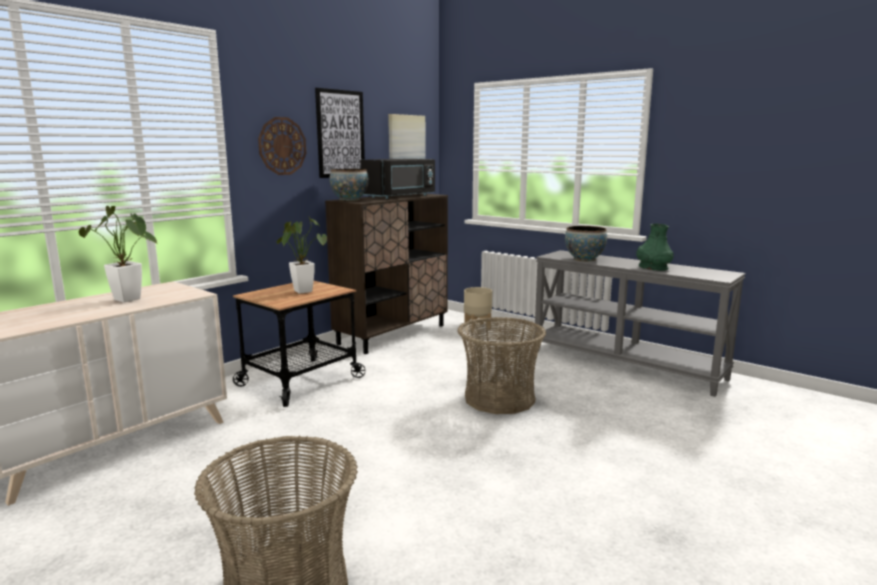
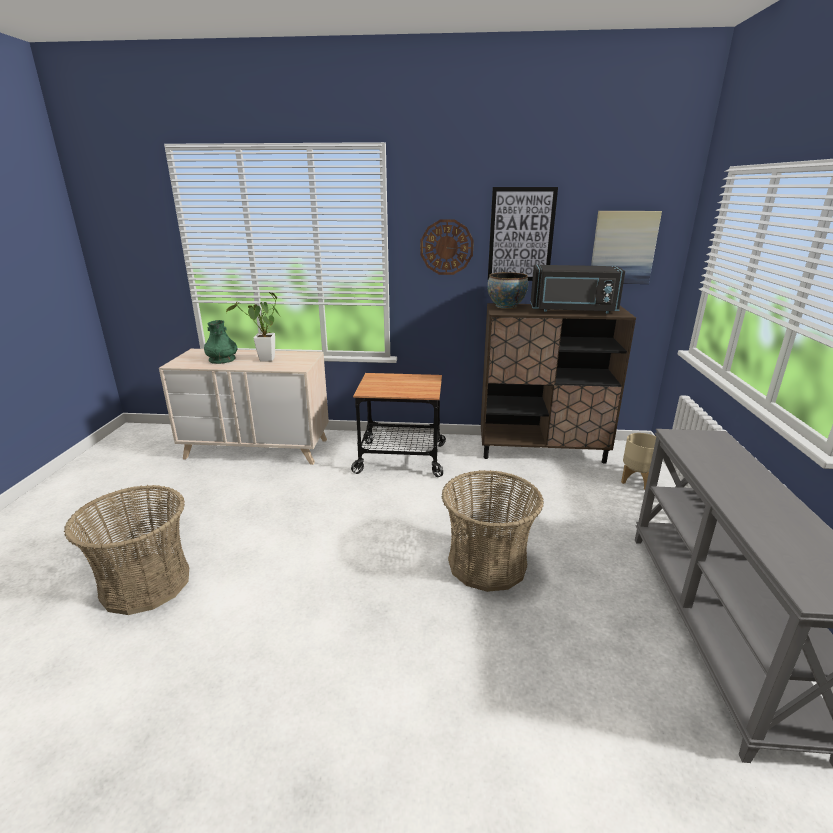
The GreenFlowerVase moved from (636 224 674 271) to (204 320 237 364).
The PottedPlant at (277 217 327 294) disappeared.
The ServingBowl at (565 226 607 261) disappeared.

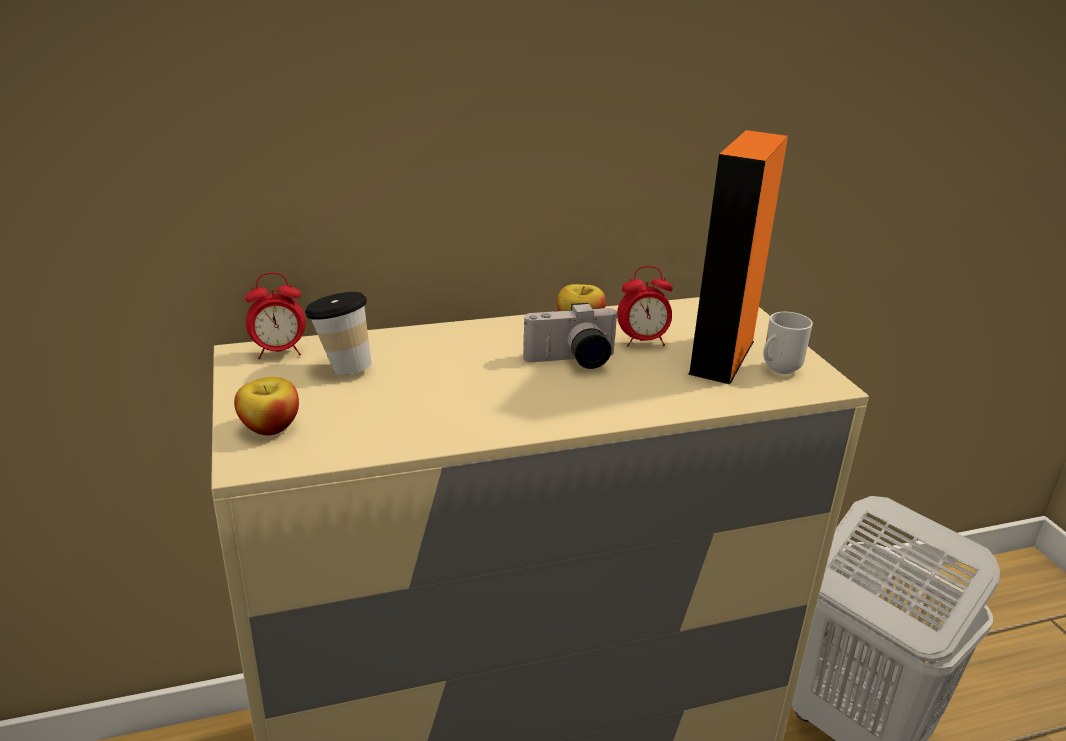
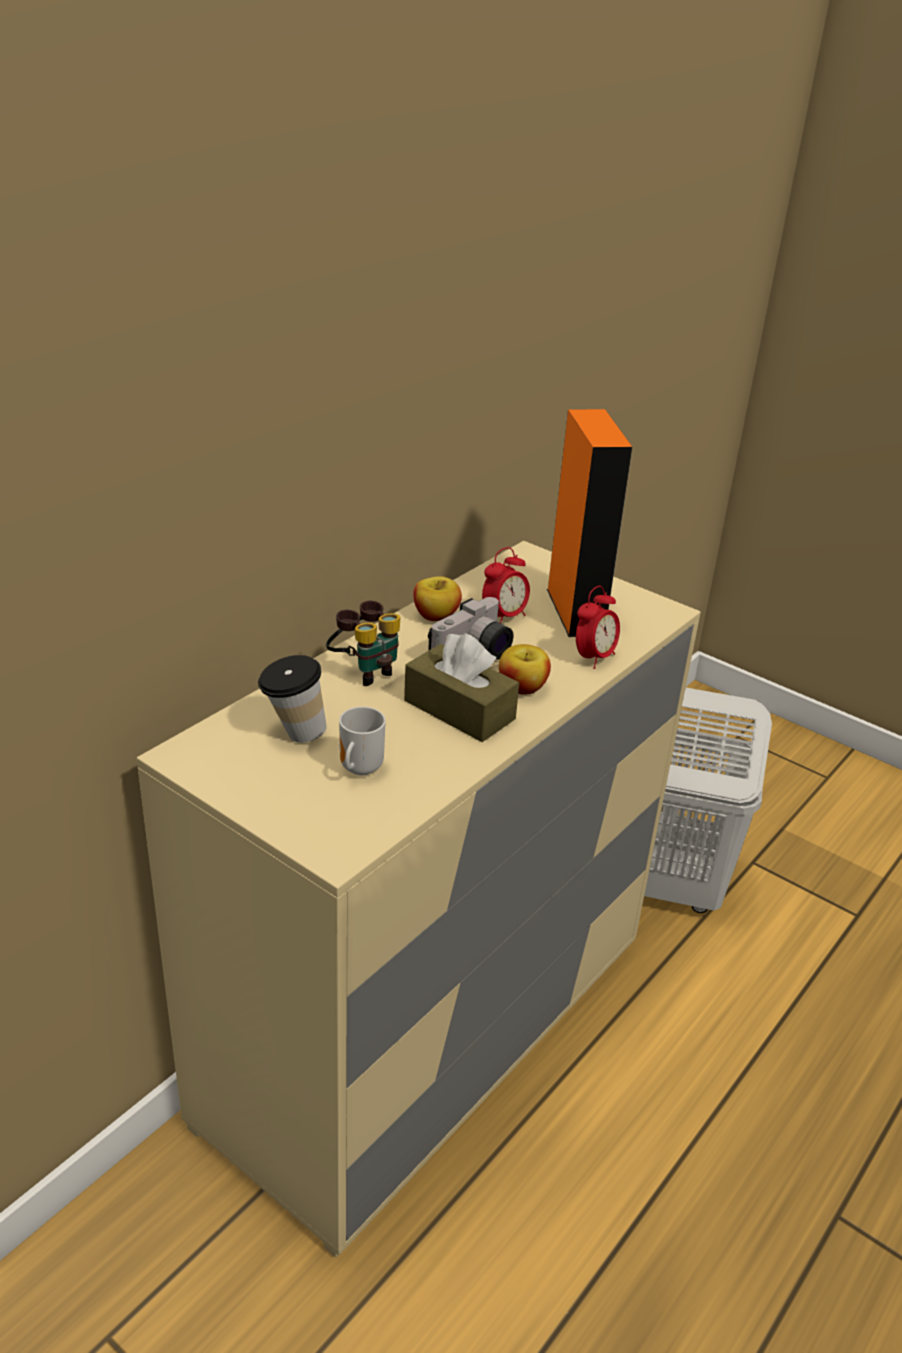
The PairOfBinoculars at (326 601 400 686) appeared.
The CoffeeMug moved from (763 312 813 374) to (339 707 386 775).
The BrownBoxOfTissues at (404 633 519 742) appeared.
The Apple moved from (234 377 299 435) to (499 644 551 695).
The AlarmClock moved from (245 273 306 359) to (576 586 620 669).

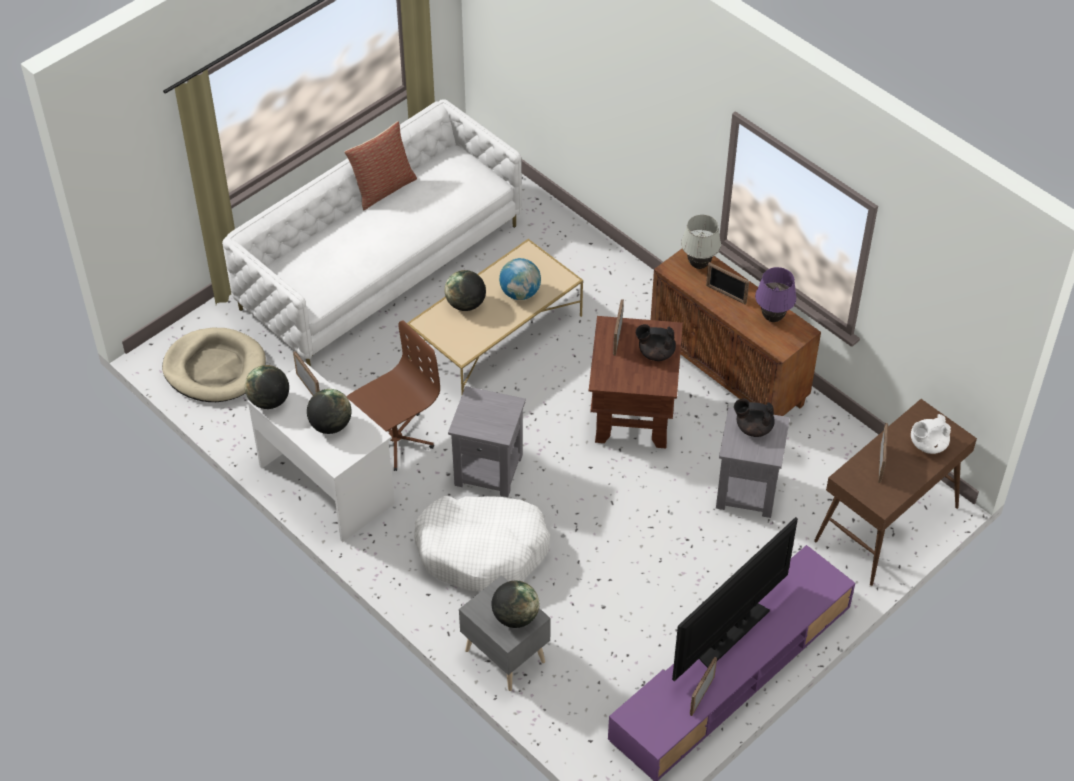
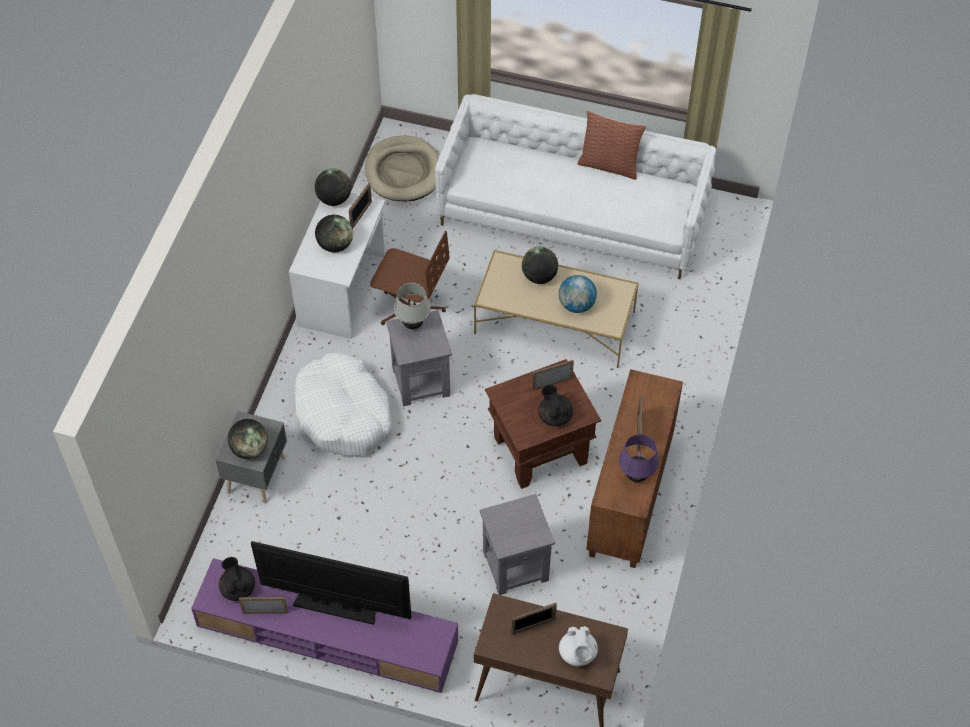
The BlackColouredPotForTea moved from (734 398 775 437) to (219 557 255 601).
The WhiteColouredTabletopLamp moved from (681 214 721 269) to (394 283 431 329).
The WhiteColouredPotForTea at (911 414 951 454) turned 135 degrees counterclockwise.

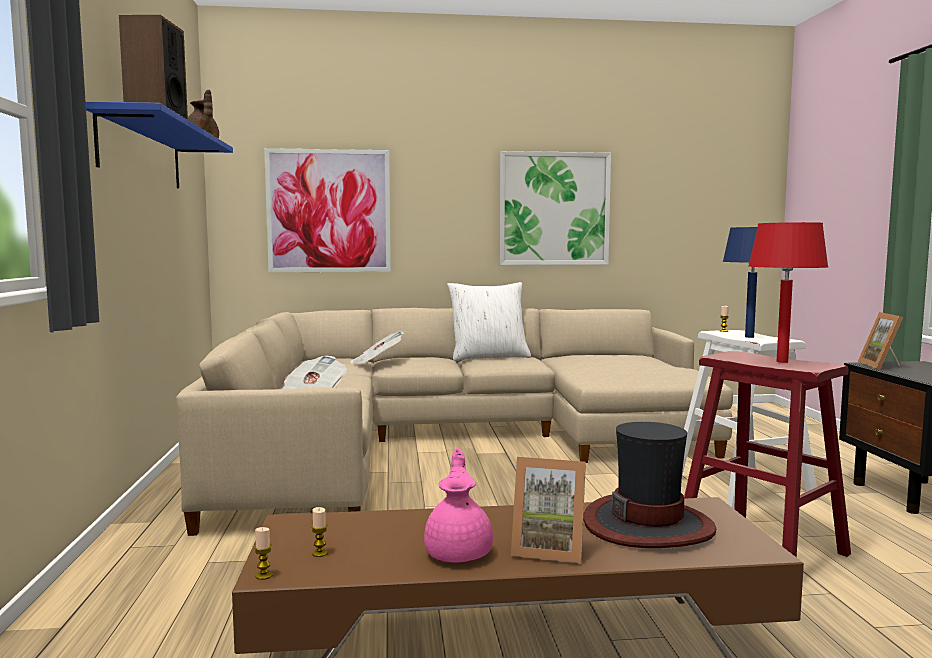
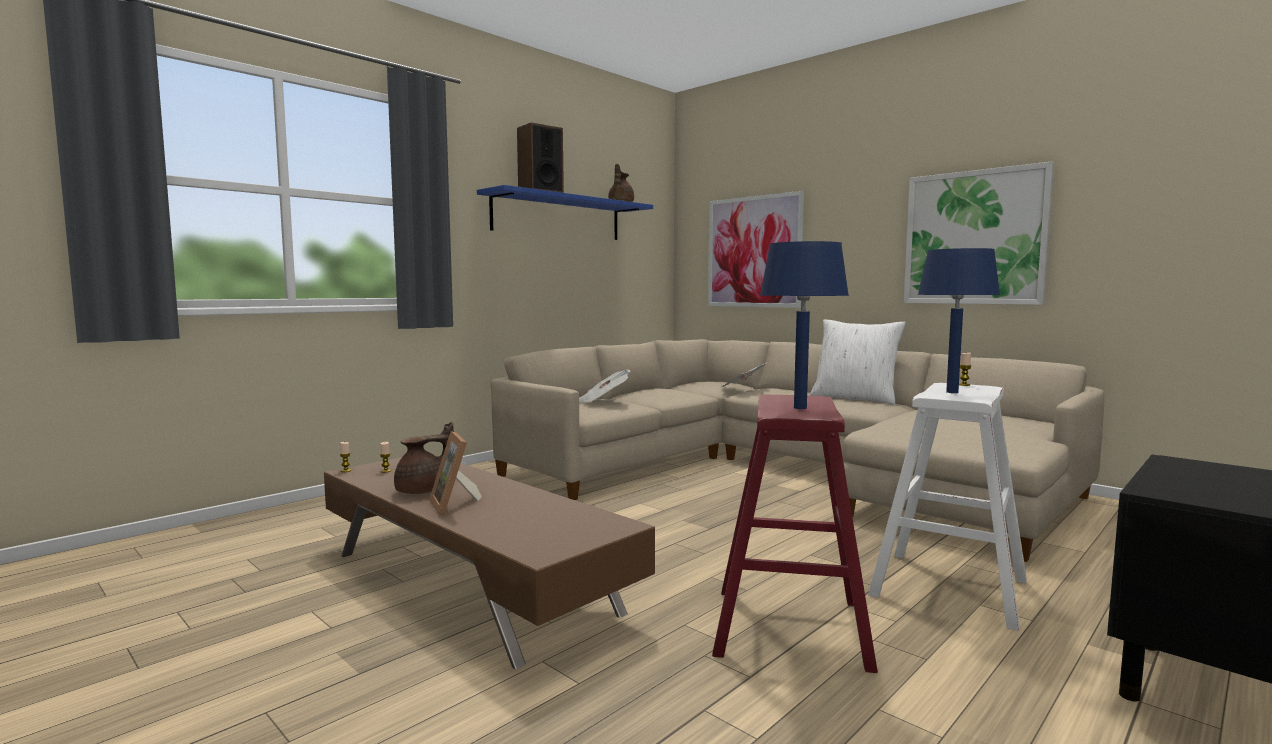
The PinkishPotForTea at (424 448 493 563) became the BrownPotForTea at (394 422 454 494).
The RedColouredTabletopLamp at (748 222 828 363) became the BluishTabletopLamp at (760 241 849 409).
The WearableHat at (583 422 716 548) disappeared.
The PhotoFrame at (858 312 903 369) disappeared.

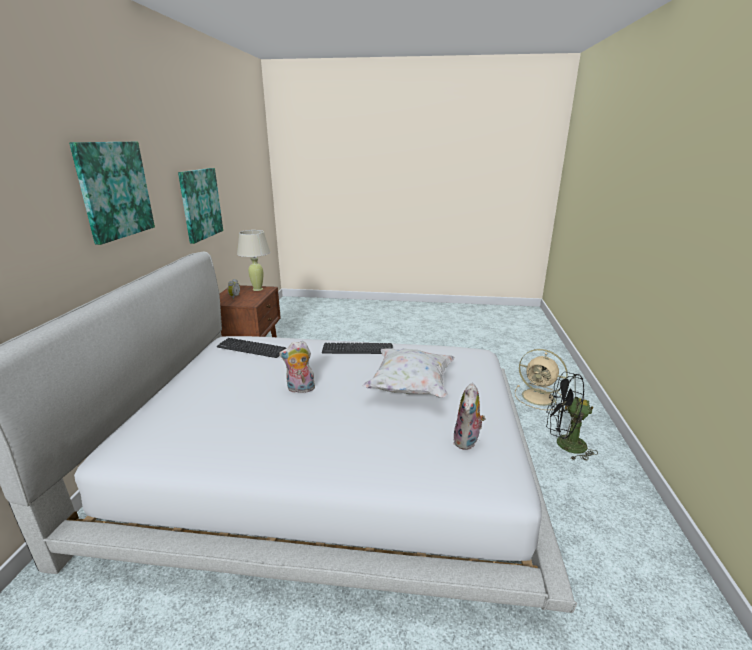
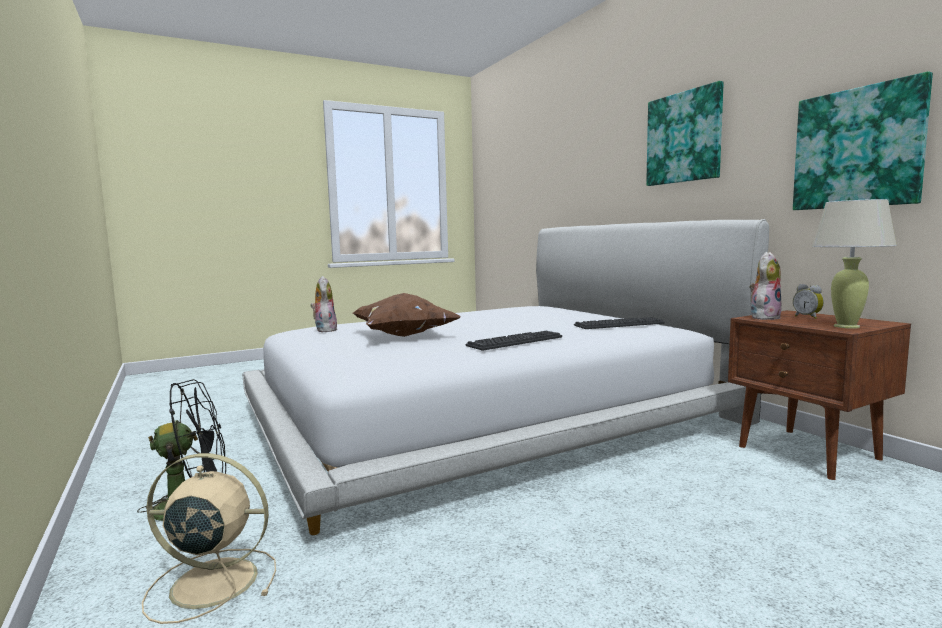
The WhiteColouredCushion at (362 348 455 398) became the BrownCushion at (352 293 460 337).
The SoftToy moved from (279 341 316 393) to (749 252 781 320).

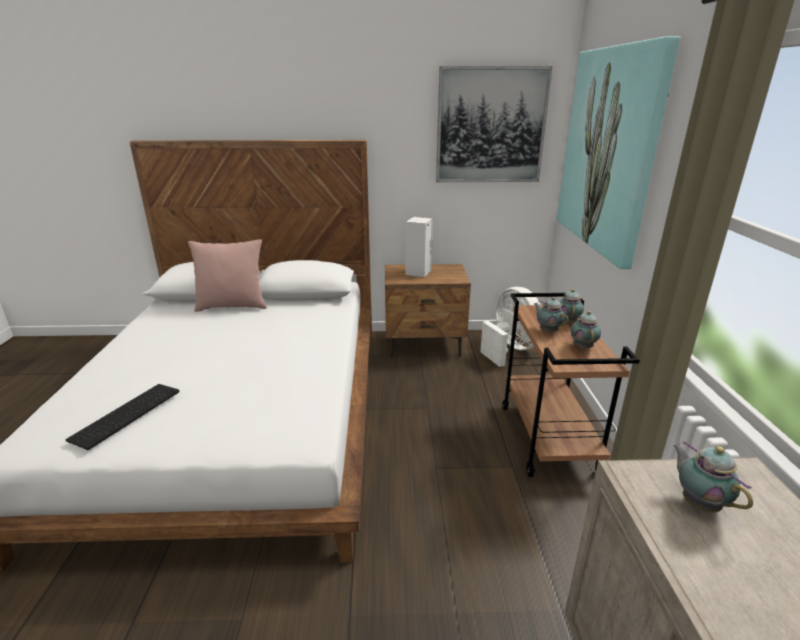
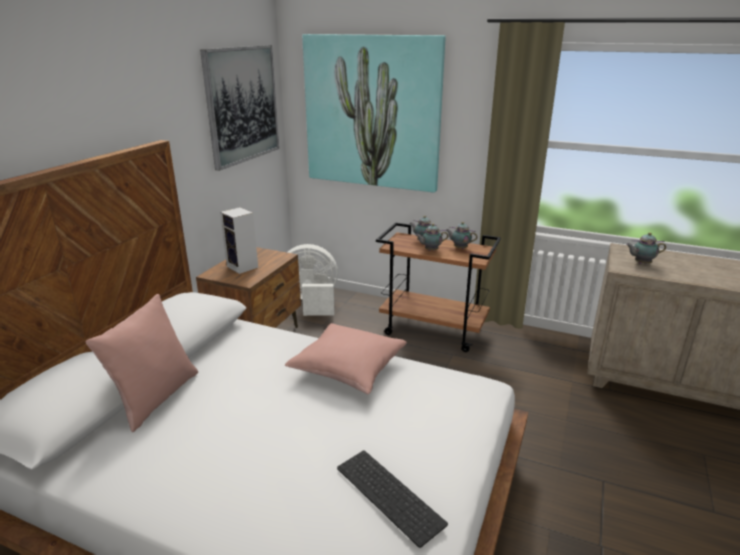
The PinkishCushion at (285 323 407 395) appeared.

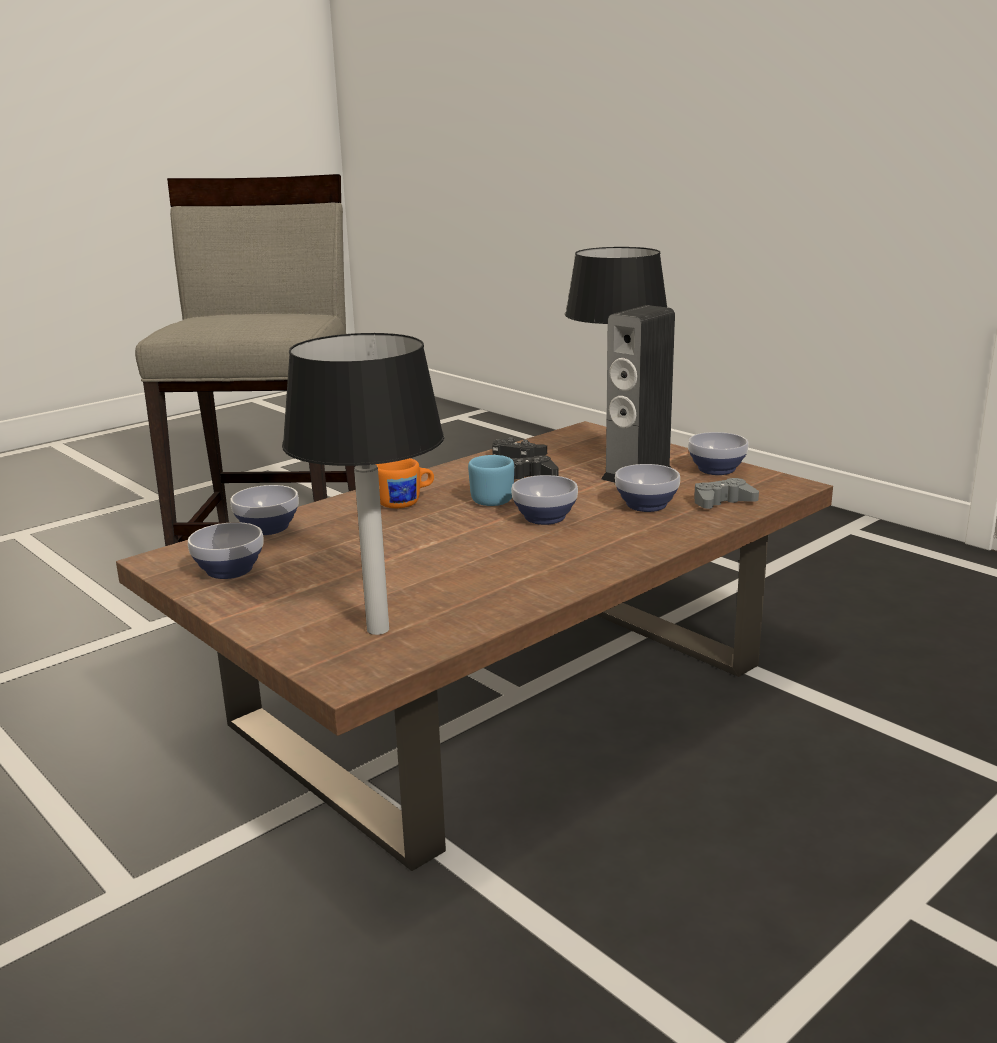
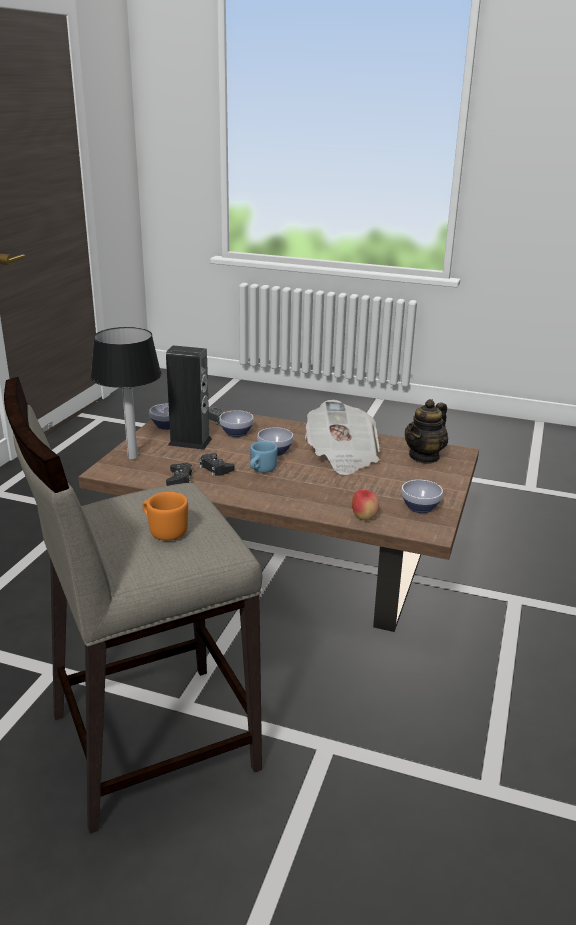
The OrangeColouredCoffeeMug moved from (376 458 434 508) to (142 492 188 541).
The Newspaper at (305 400 380 475) appeared.
The ServingBowl at (231 485 299 535) was replaced by the Apple at (352 489 379 520).
The TabletopLamp at (282 333 444 635) was replaced by the PotForTea at (405 399 448 464).

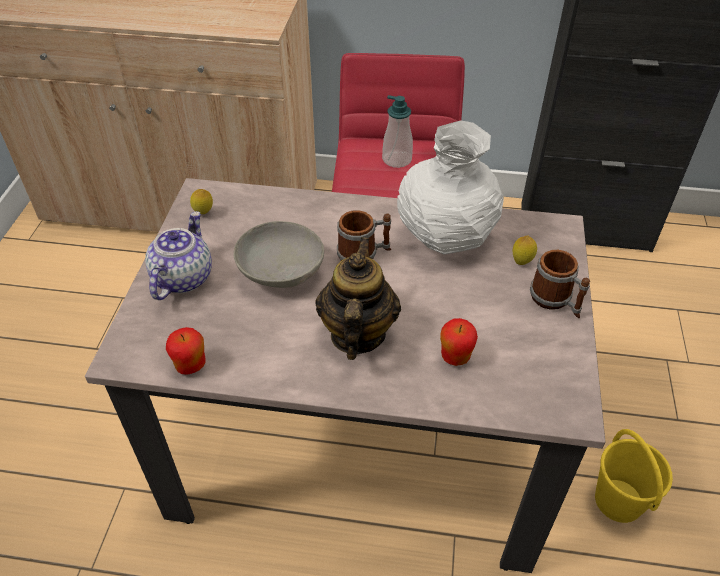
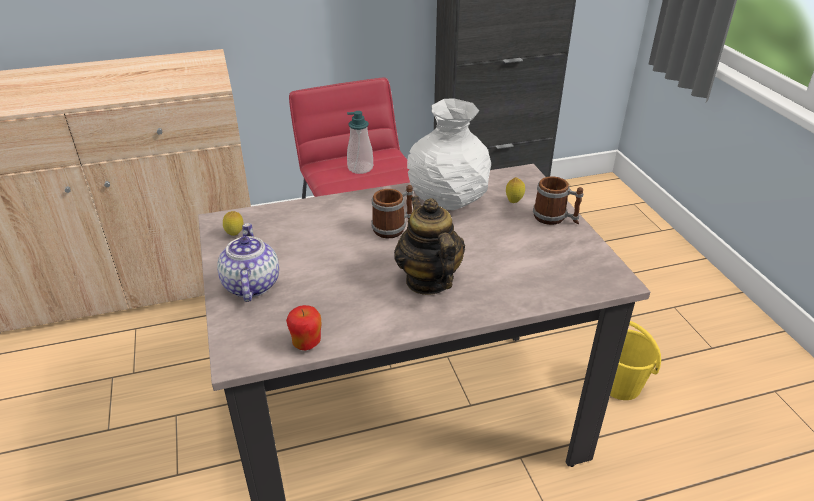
The GrayServingBowl at (233 221 324 288) disappeared.
The Apple at (440 318 478 366) disappeared.

